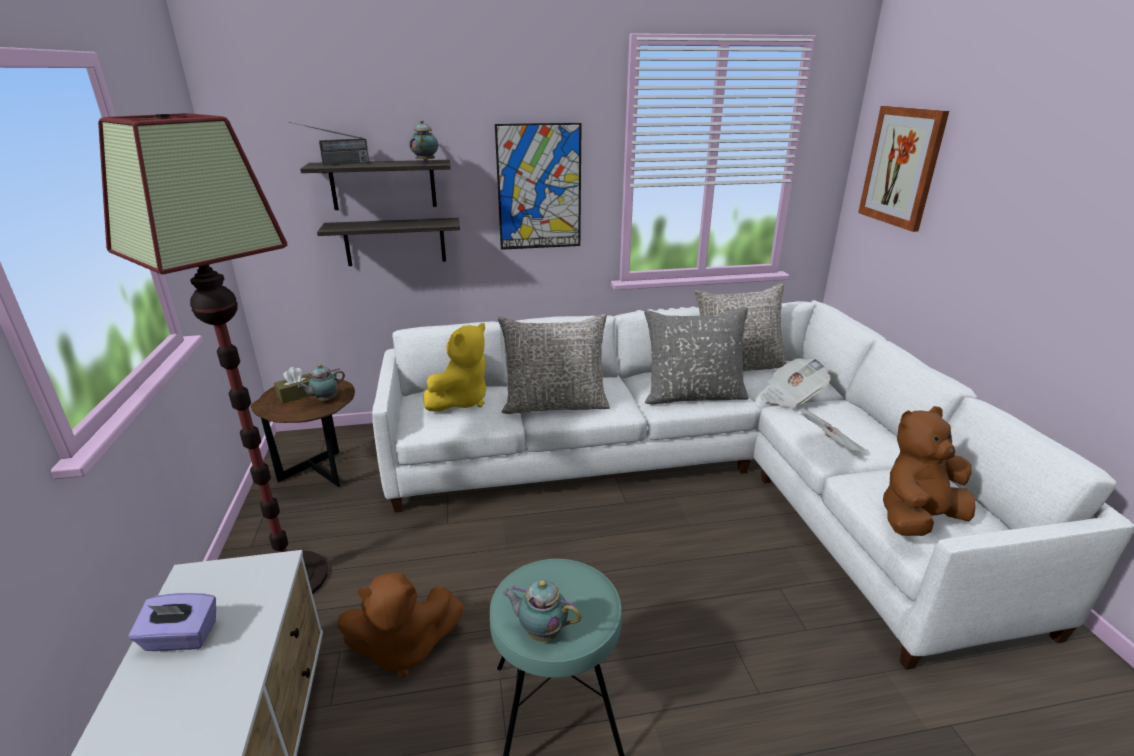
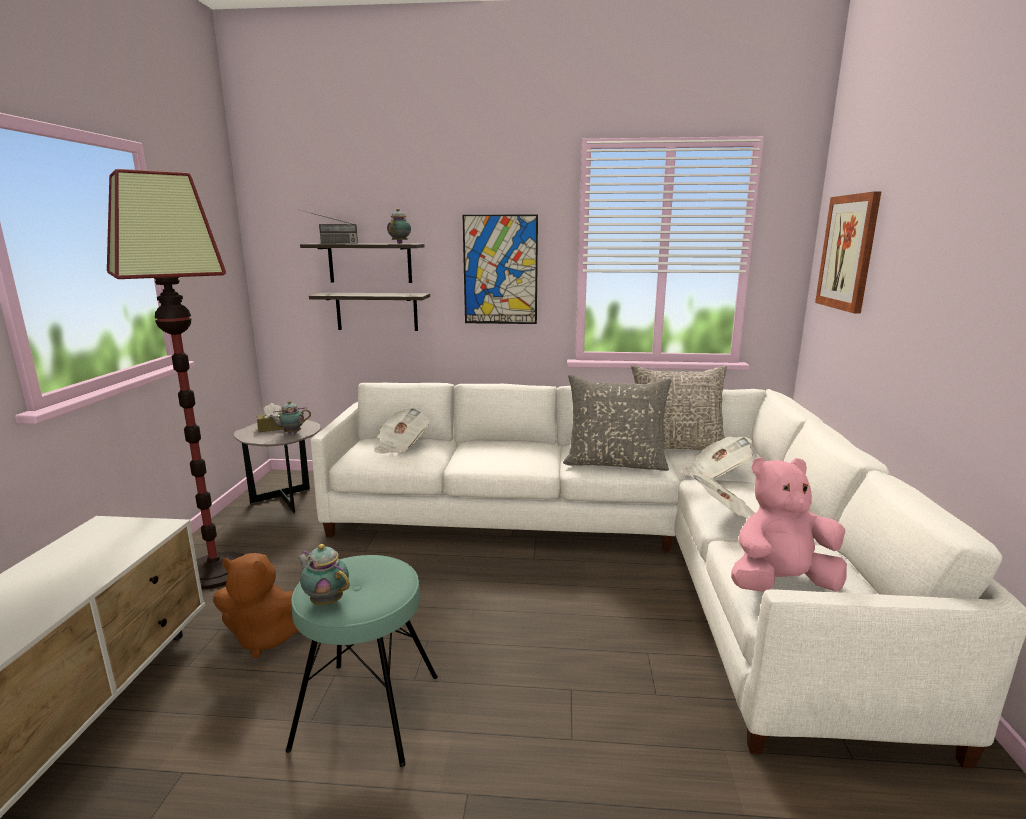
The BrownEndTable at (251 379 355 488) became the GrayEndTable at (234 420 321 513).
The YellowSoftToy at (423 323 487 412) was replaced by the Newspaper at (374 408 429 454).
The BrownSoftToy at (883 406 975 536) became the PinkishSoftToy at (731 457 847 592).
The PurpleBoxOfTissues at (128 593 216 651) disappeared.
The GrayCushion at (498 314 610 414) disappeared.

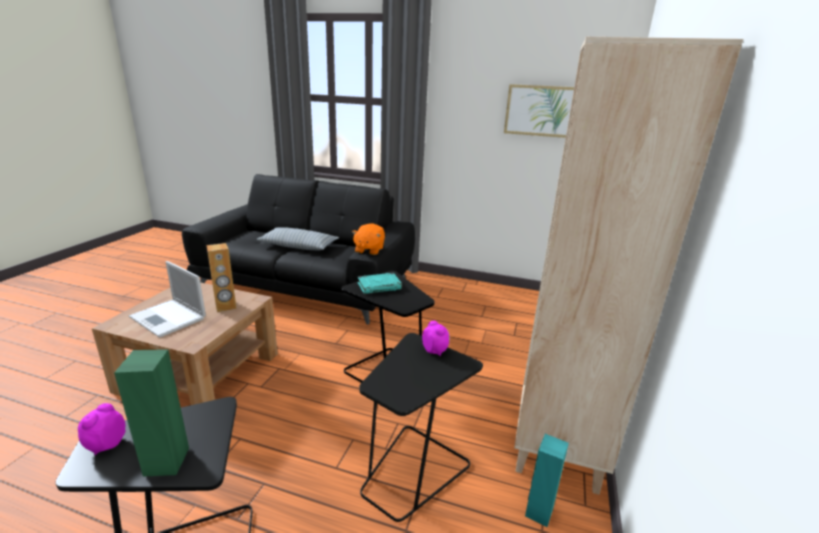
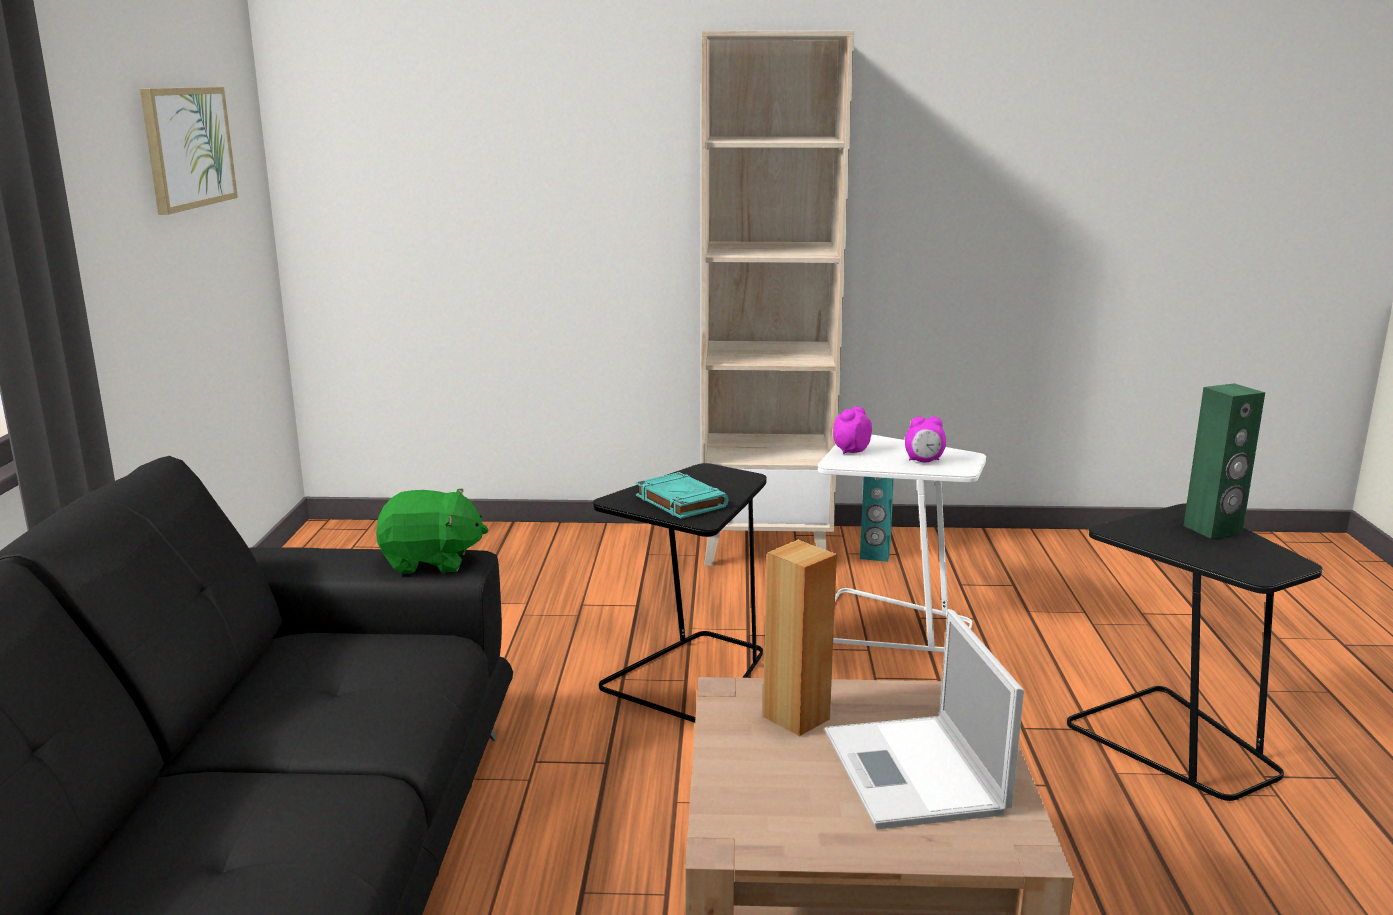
The OrangeColouredSoftToy at (352 223 385 255) became the GreenSoftToy at (376 489 489 574).
The BlackColouredEndTable at (359 333 483 522) became the WhiteColouredEndTable at (818 434 986 652).
The Laptop at (129 261 206 338) turned 150 degrees clockwise.
The AlarmClock moved from (78 403 125 455) to (905 417 946 462).
The Cushion at (256 227 339 251) disappeared.

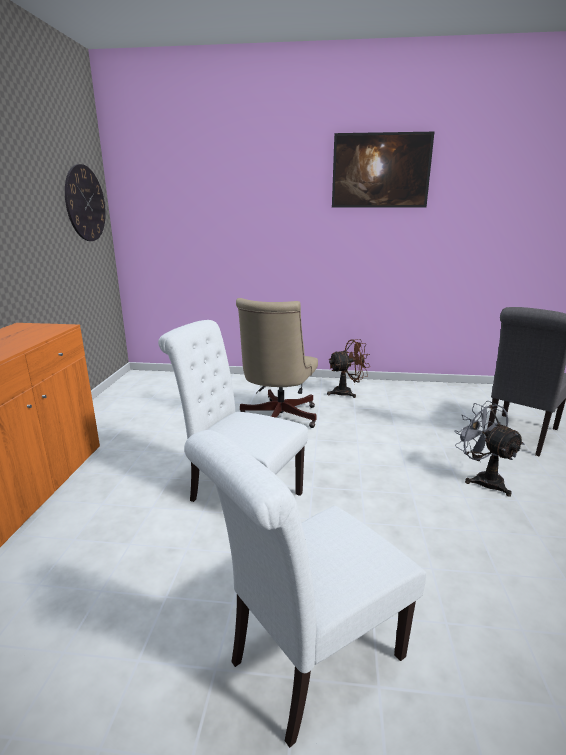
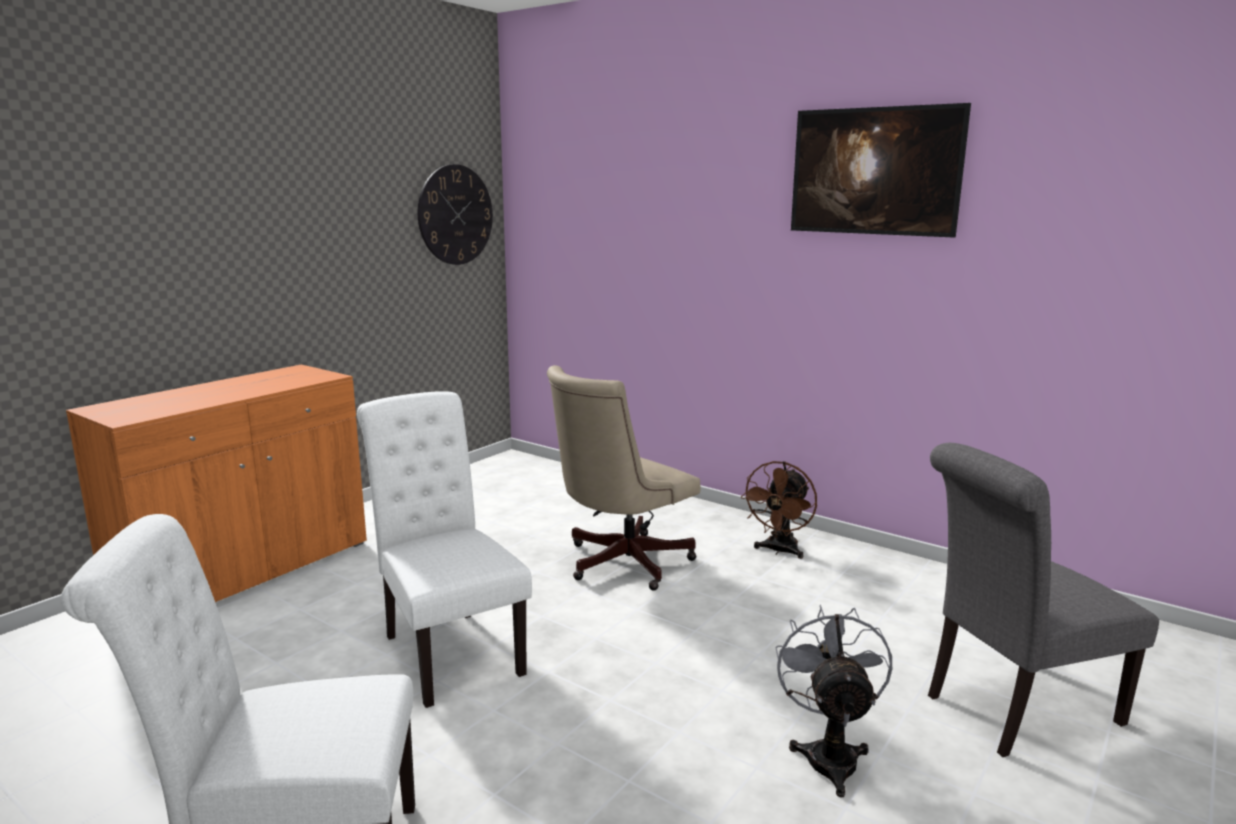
The BrownFan at (327 339 370 398) turned 105 degrees clockwise.

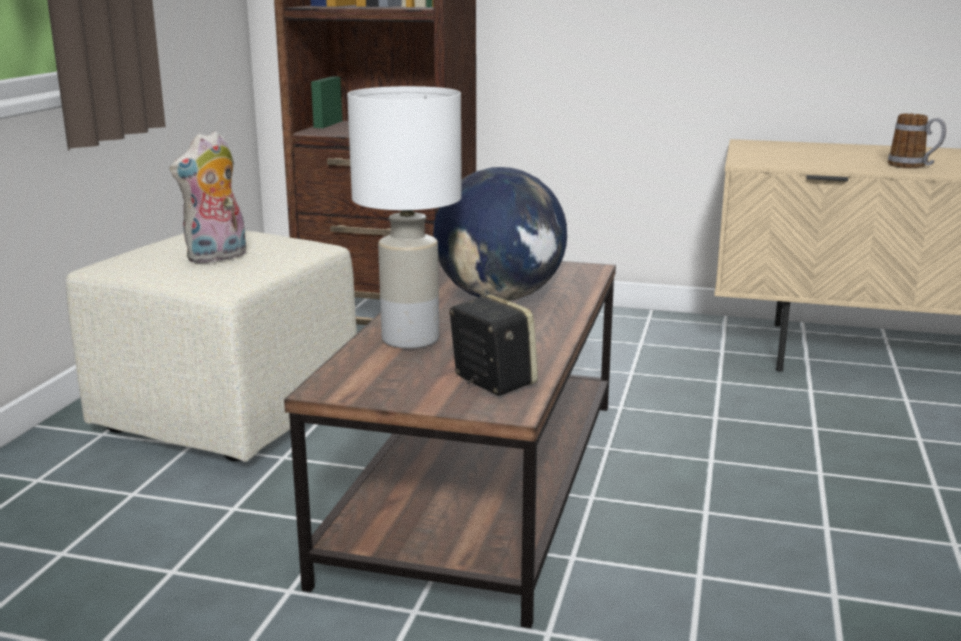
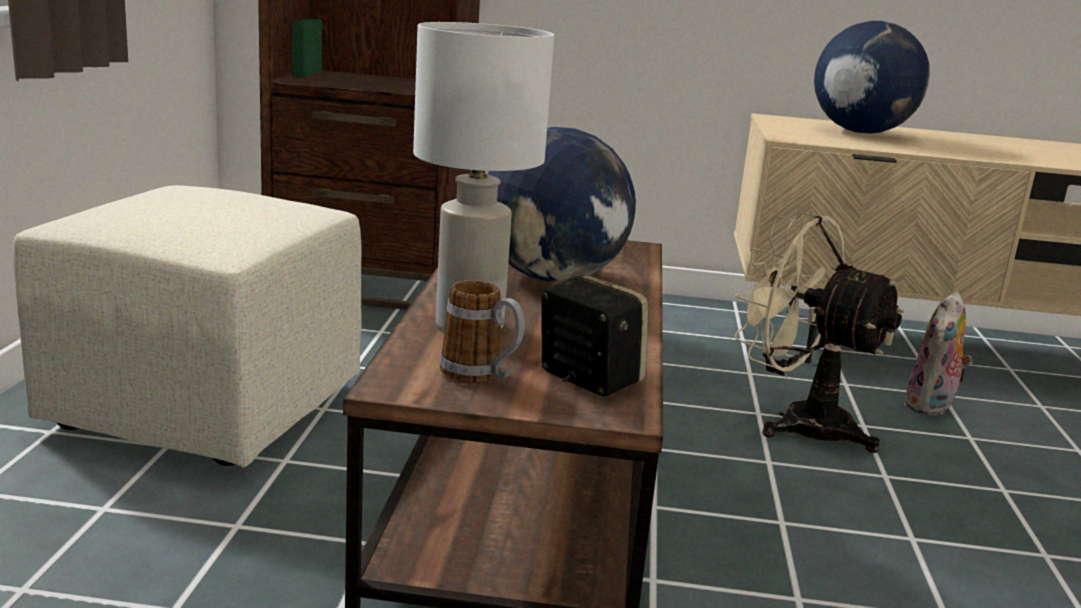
The CoffeeMug moved from (888 114 946 168) to (440 280 525 383).
The SandColouredFan at (734 212 905 453) appeared.
The DeskGlobe at (814 21 930 134) appeared.
The SoftToy moved from (169 131 246 264) to (904 291 973 416).

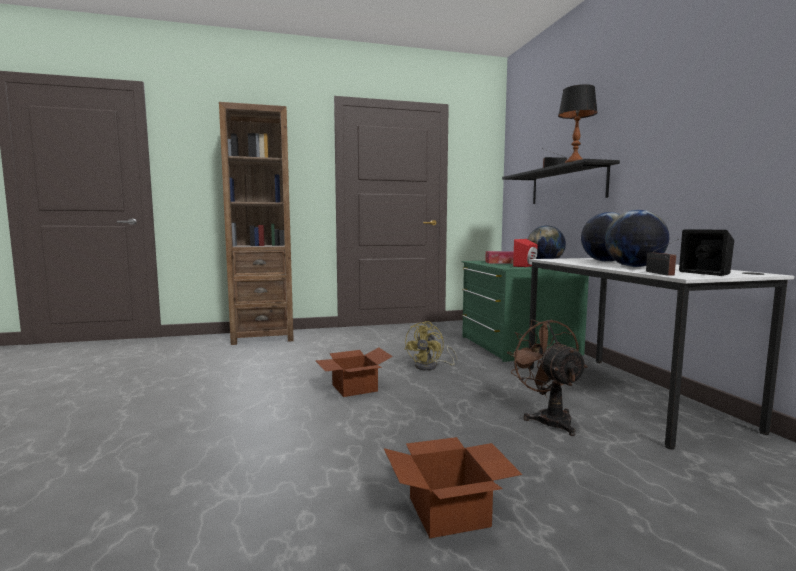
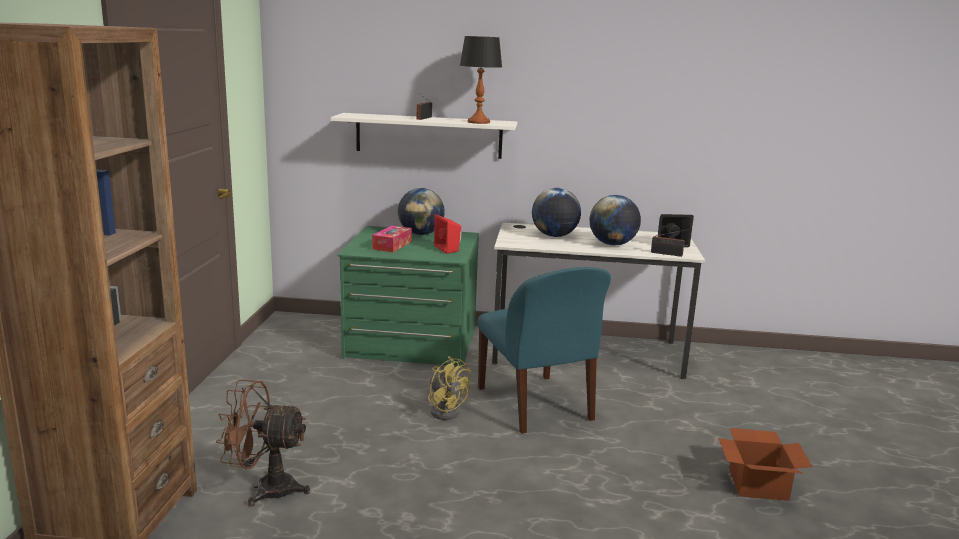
The BrownFan moved from (507 320 588 436) to (216 380 310 506).
The BlackColouredBracketShelf at (502 159 620 204) became the WhiteColouredBracketShelf at (331 113 517 159).
The BluishUprightChair at (478 267 611 434) appeared.
The PackingBox at (315 347 393 397) disappeared.

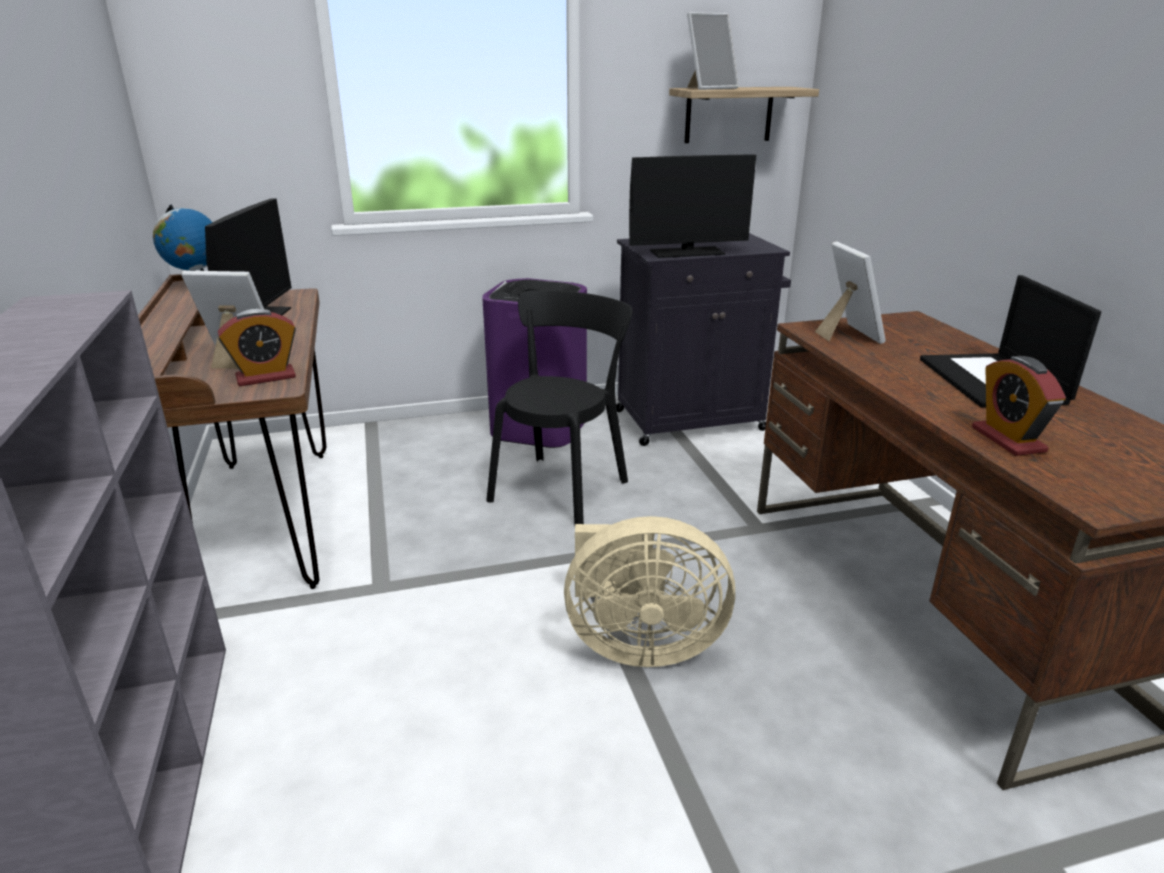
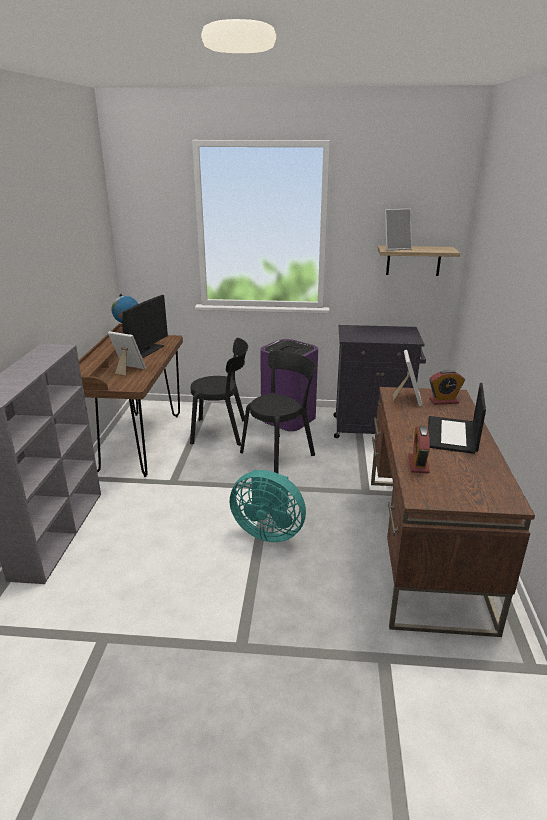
The BlackColouredUprightChair at (190 338 248 446) appeared.
The SandColouredFan at (564 516 735 667) became the TurquoiseColouredFan at (230 470 306 542).
The AlarmClock moved from (218 309 296 386) to (429 369 465 405).
The ComputerScreen at (629 154 756 258) disappeared.

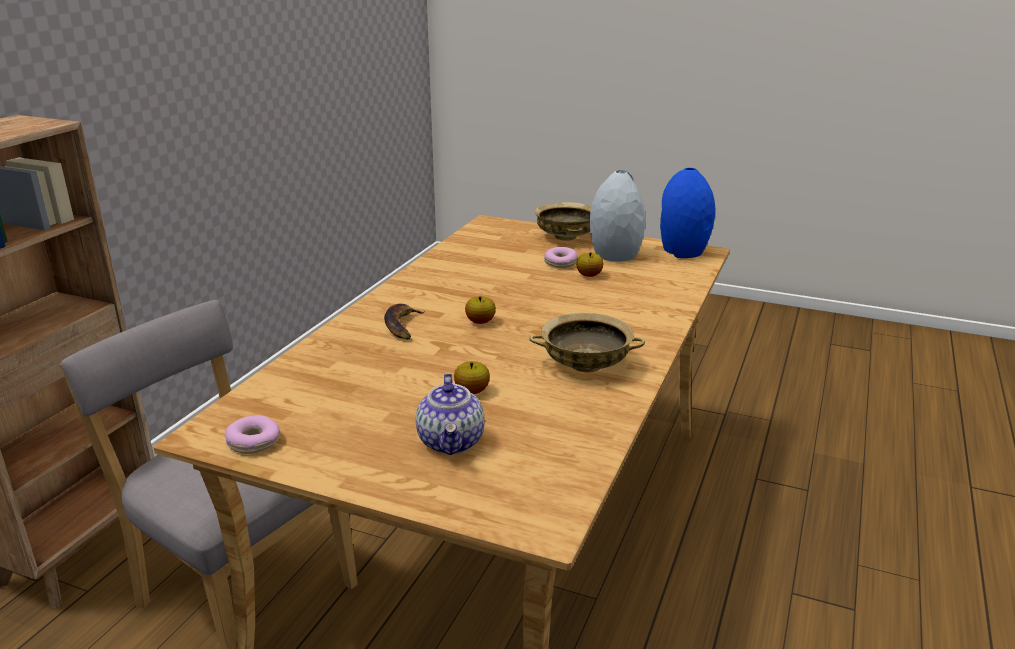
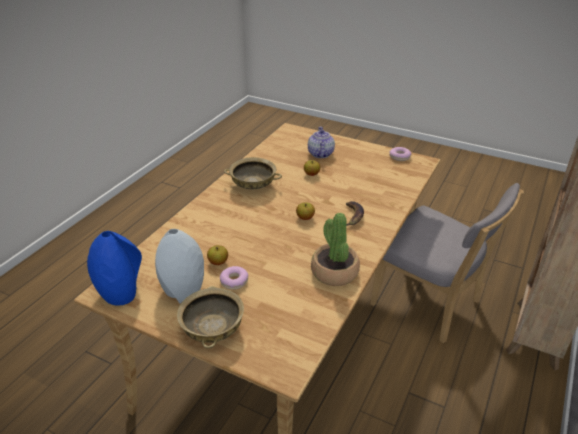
The PottedPlant at (311 213 360 286) appeared.

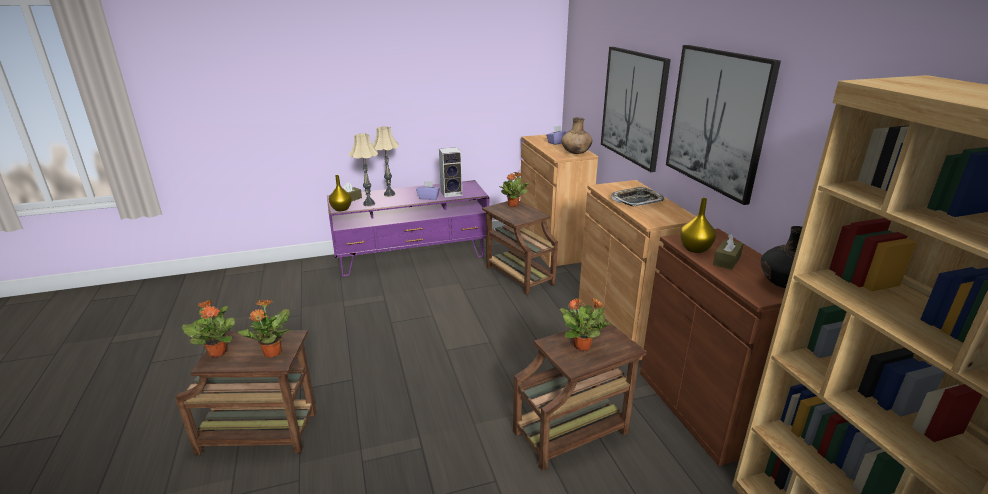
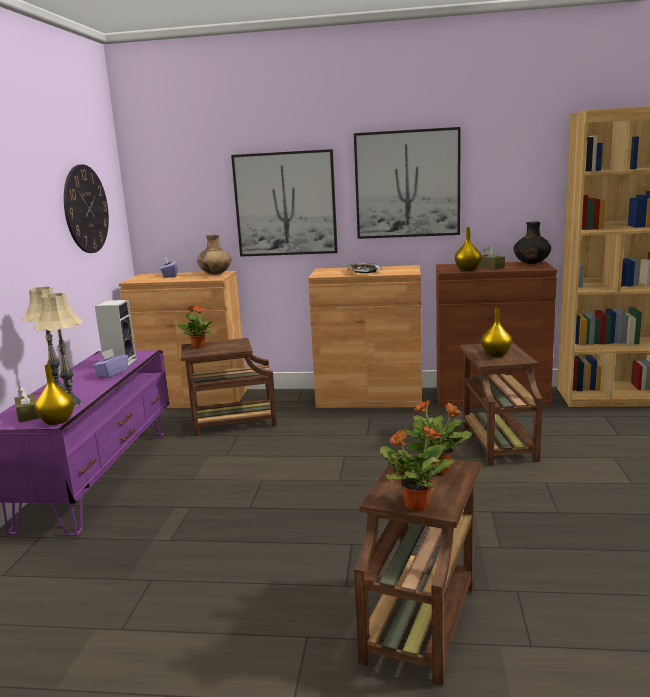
The HangingClock at (64 164 109 253) appeared.
The PottedPlant at (560 298 611 351) was replaced by the YellowFlowerVase at (481 307 512 357).

